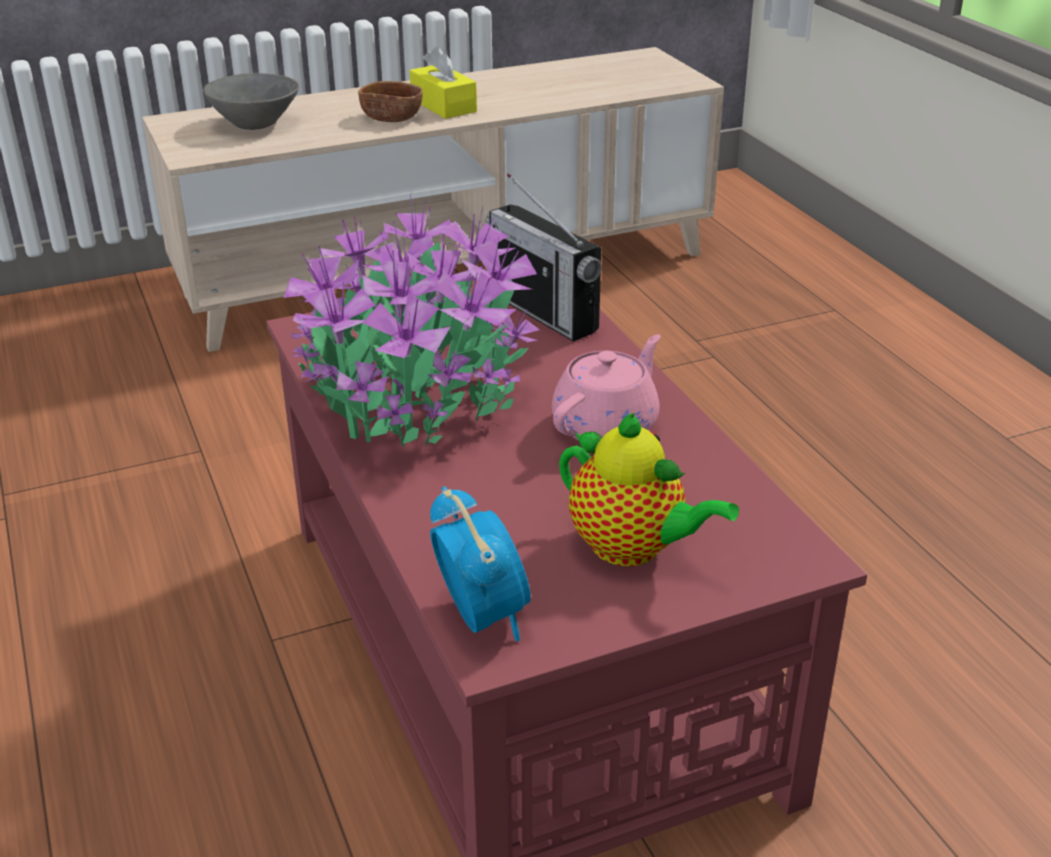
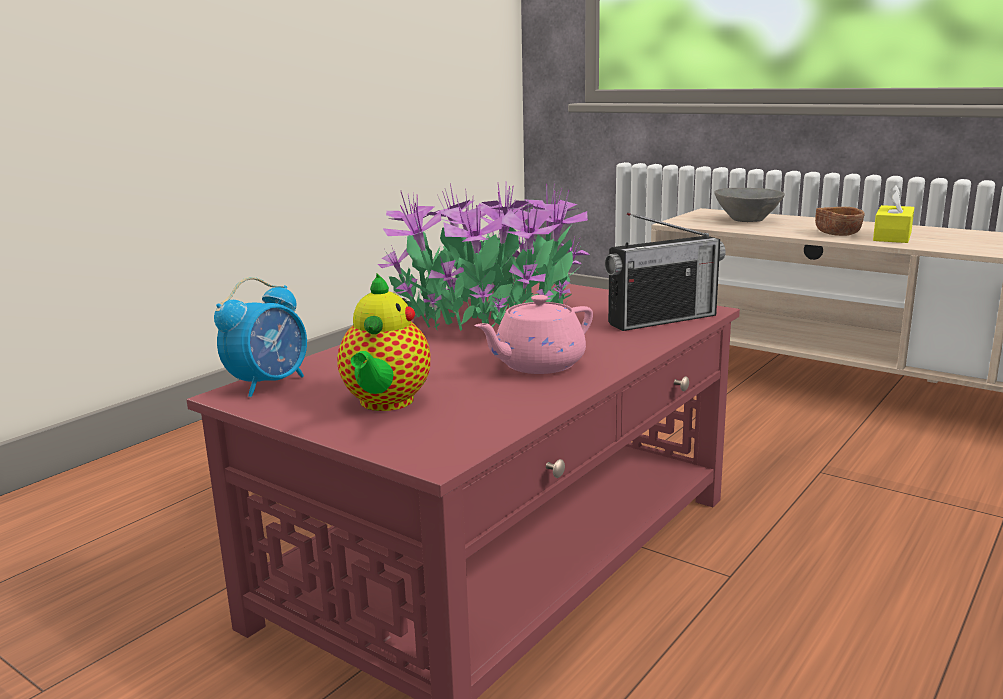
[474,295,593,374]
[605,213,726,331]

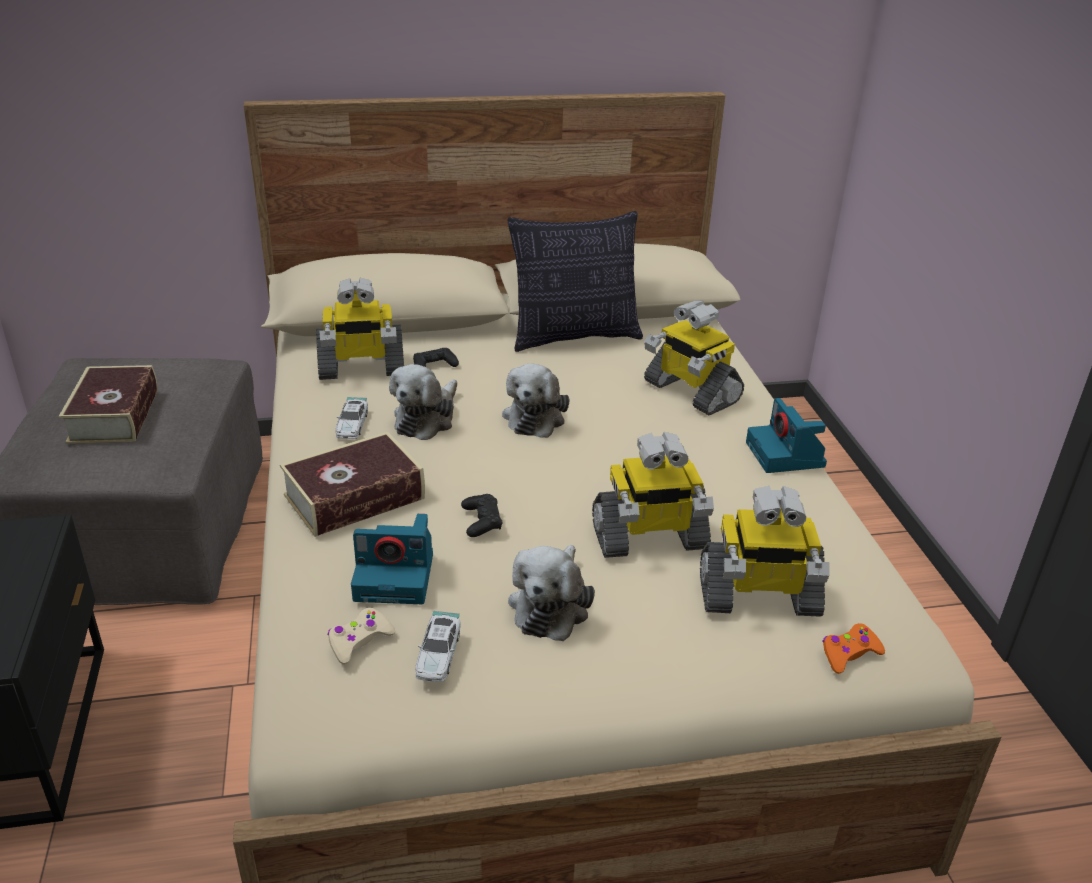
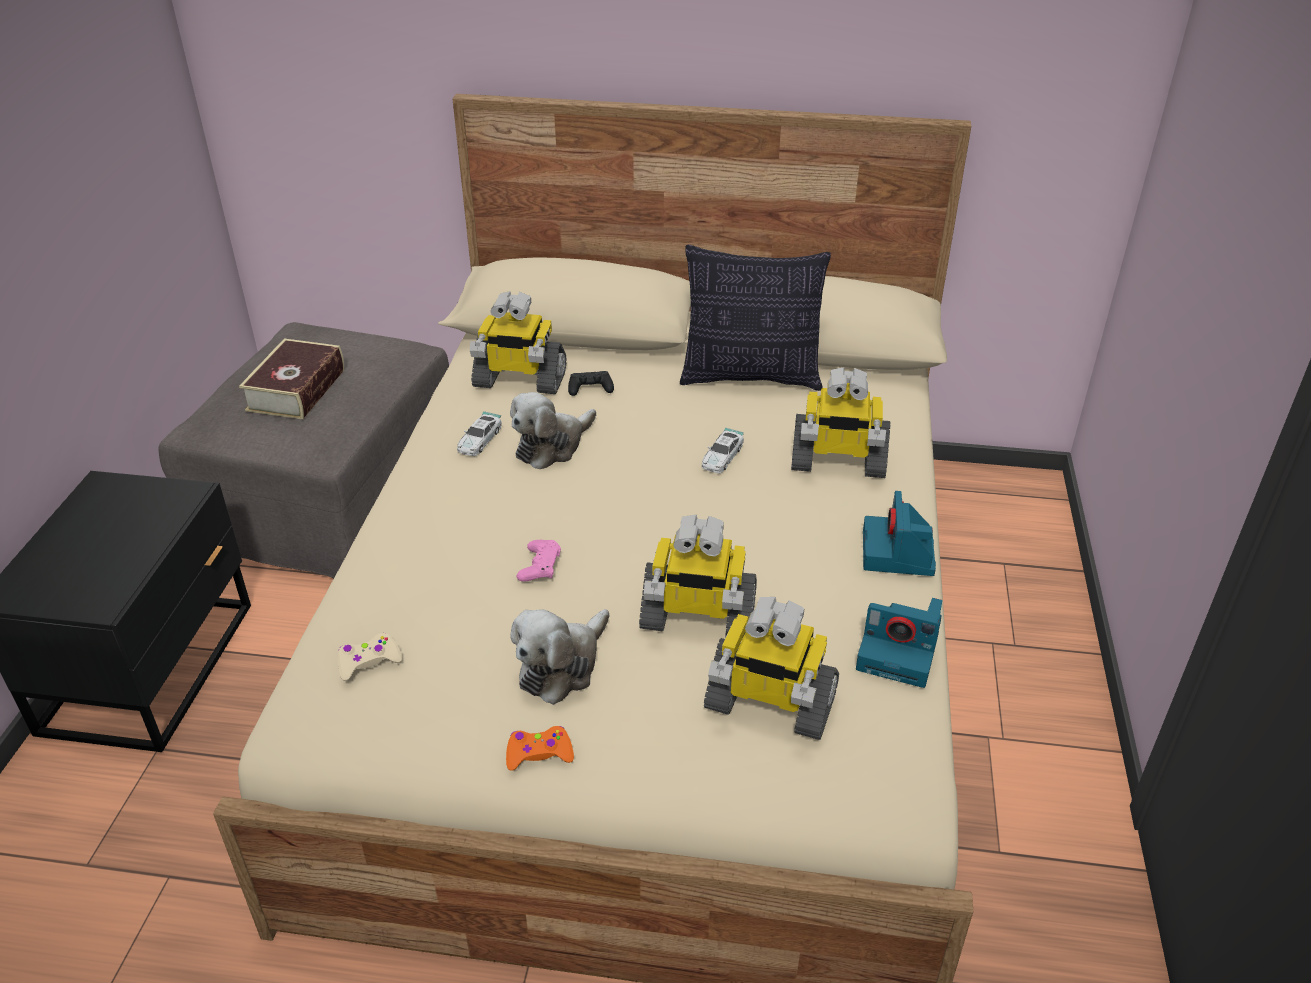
[506,726,574,771]
[517,540,561,582]
[702,428,744,473]
[791,367,891,478]
[856,598,942,688]
[280,432,425,537] (first image)
[502,363,570,438] (first image)

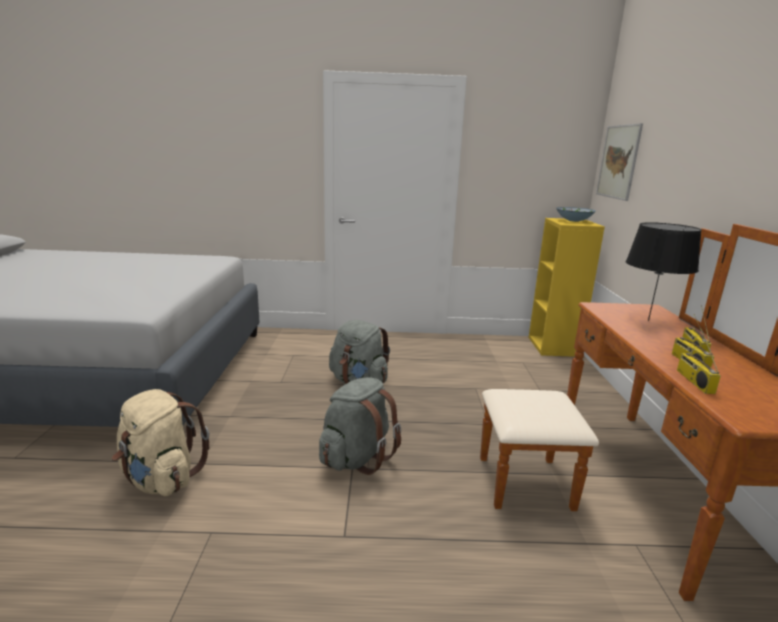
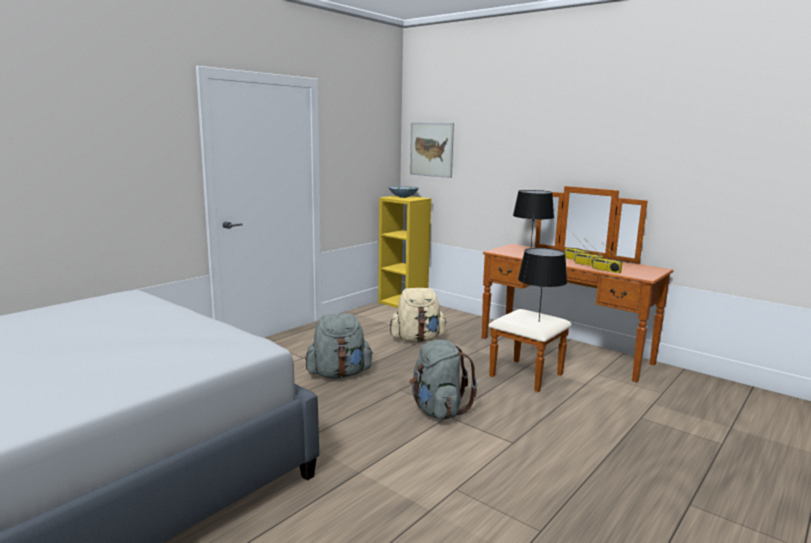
[390,288,447,343]
[518,248,567,320]

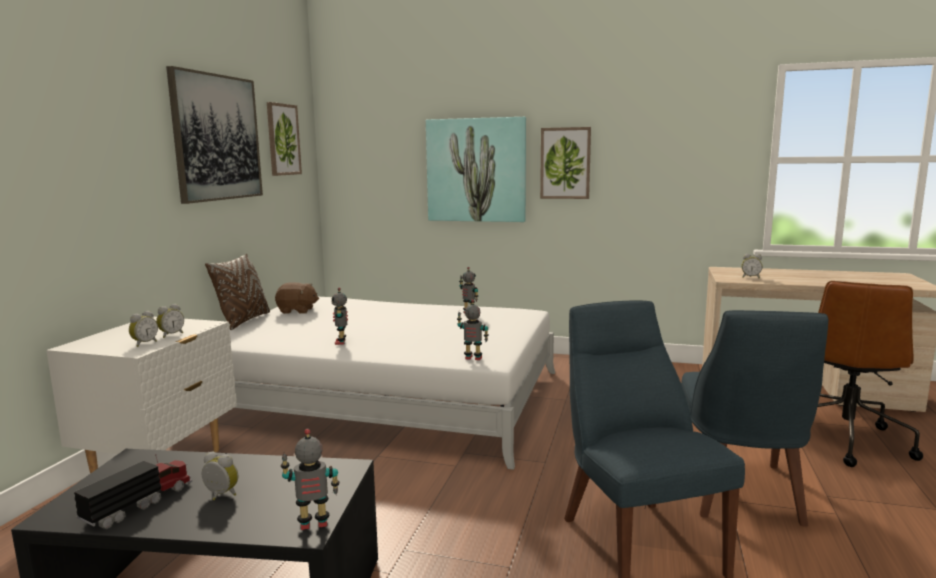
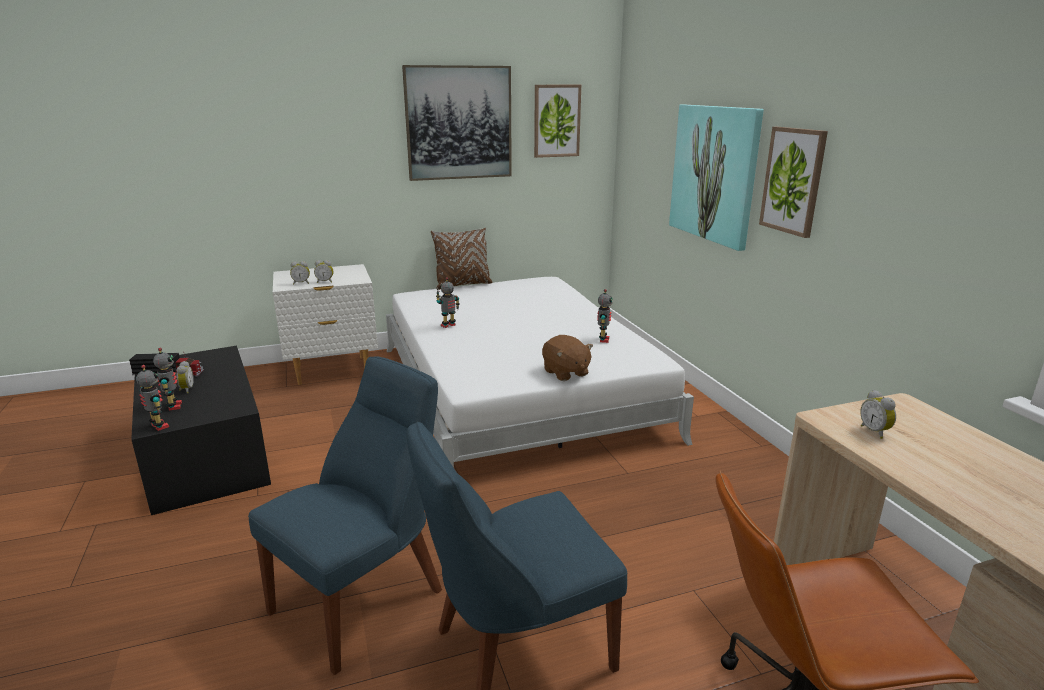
[153,348,182,411]
[542,335,593,381]

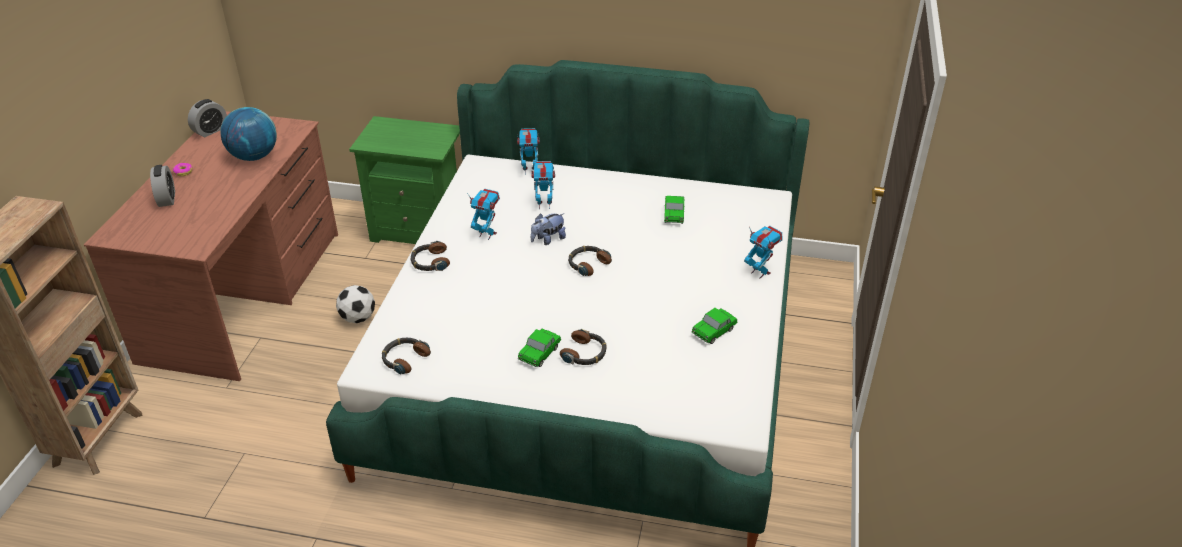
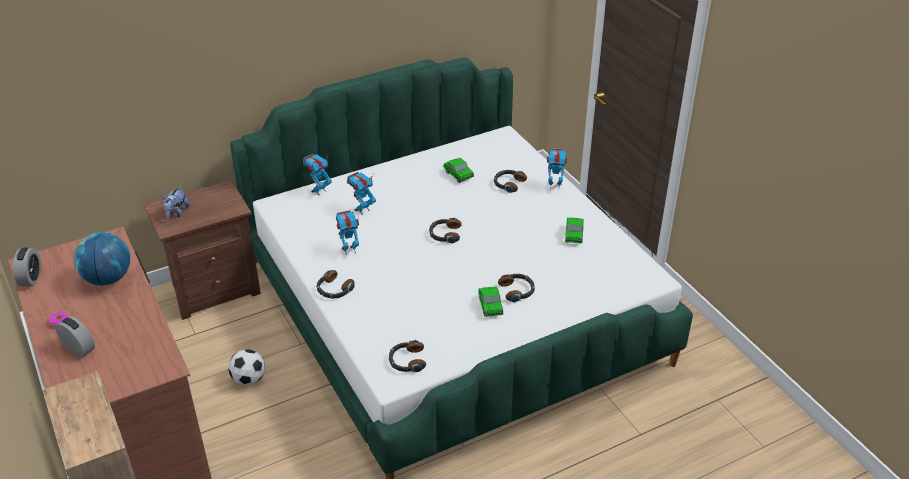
[144,180,261,320]
[163,186,190,219]
[494,170,527,193]

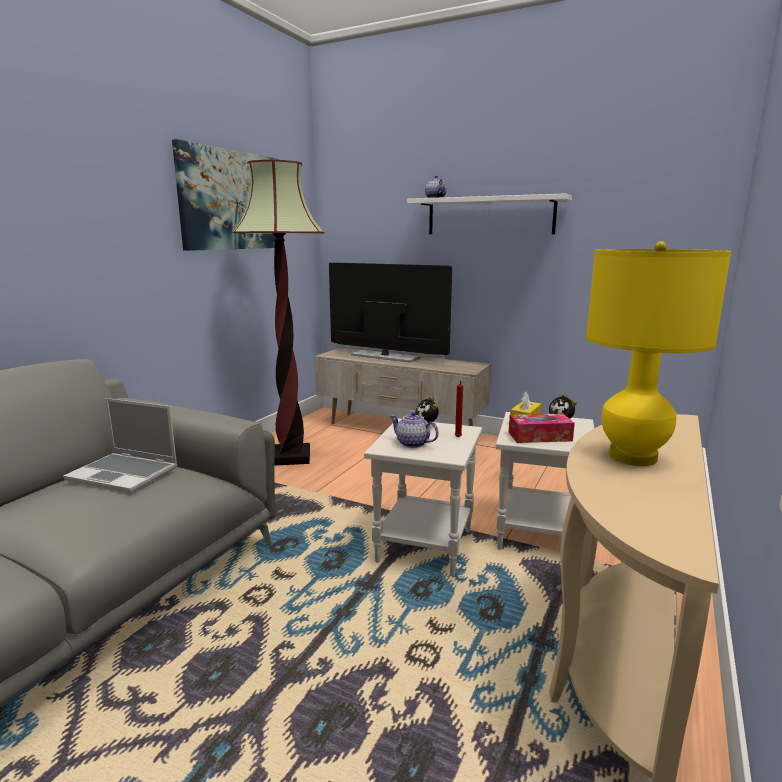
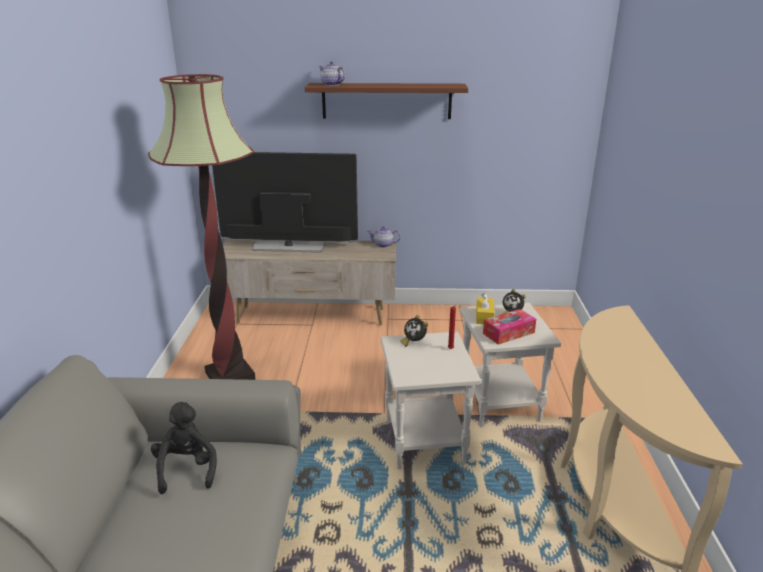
[151,402,217,494]
[305,83,468,119]
[367,226,401,248]
[172,139,278,251] (first image)
[586,241,731,466] (first image)

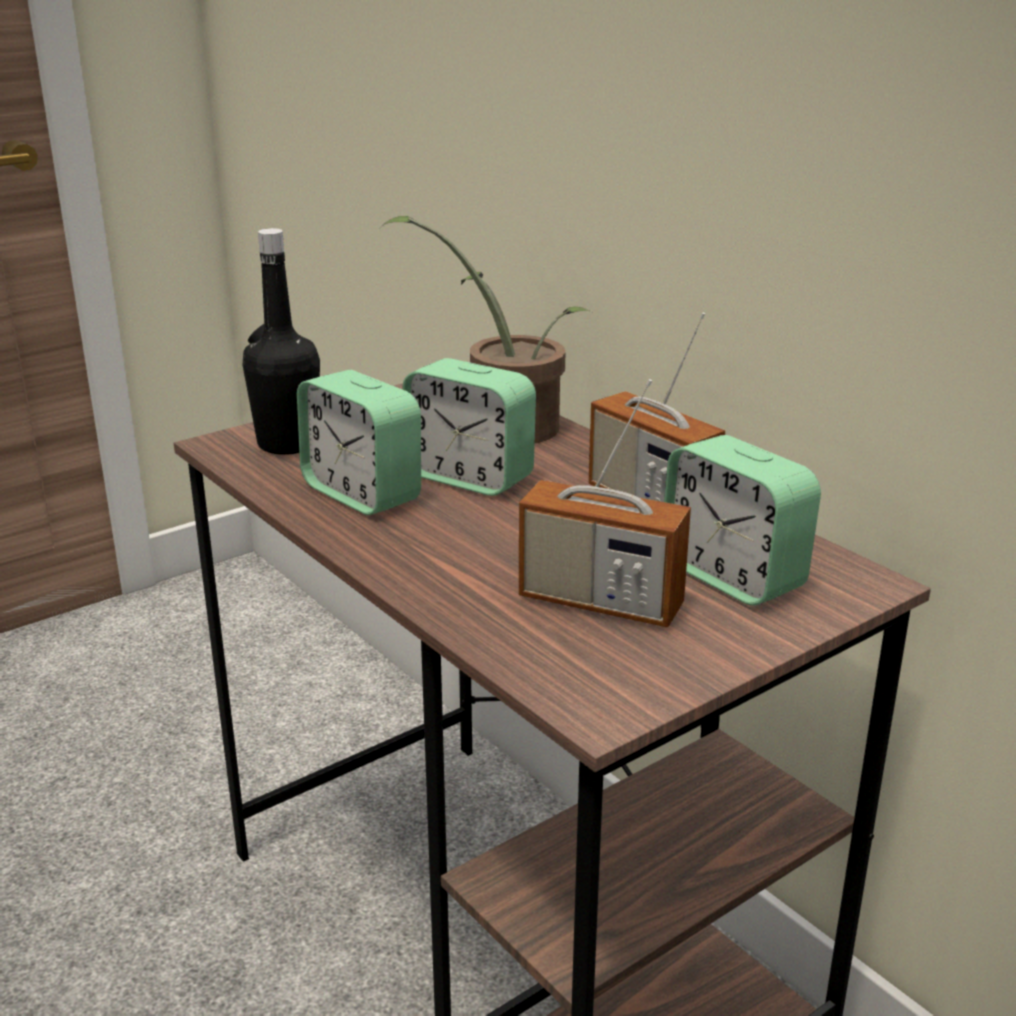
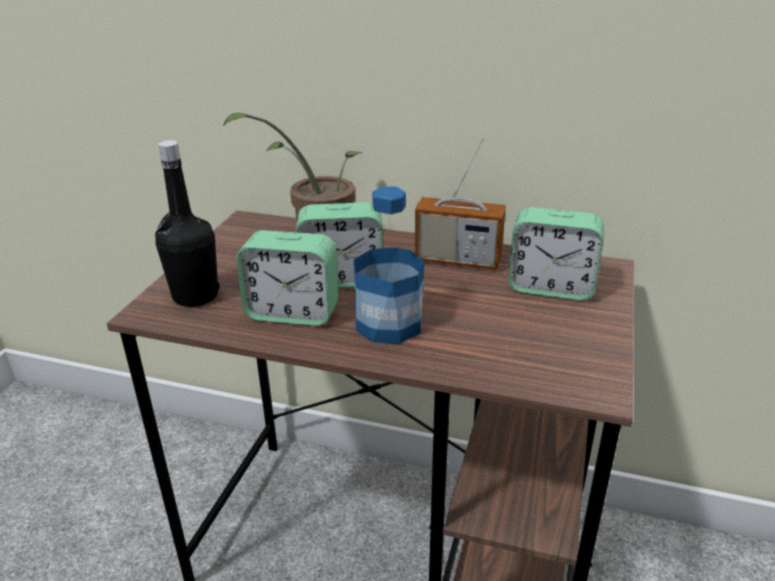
[354,186,424,343]
[519,379,691,627] (first image)

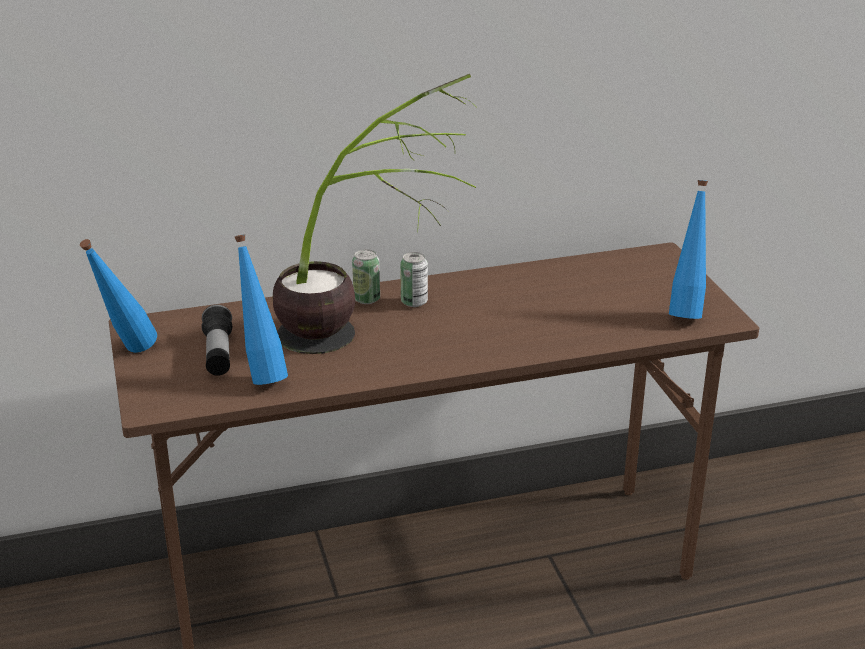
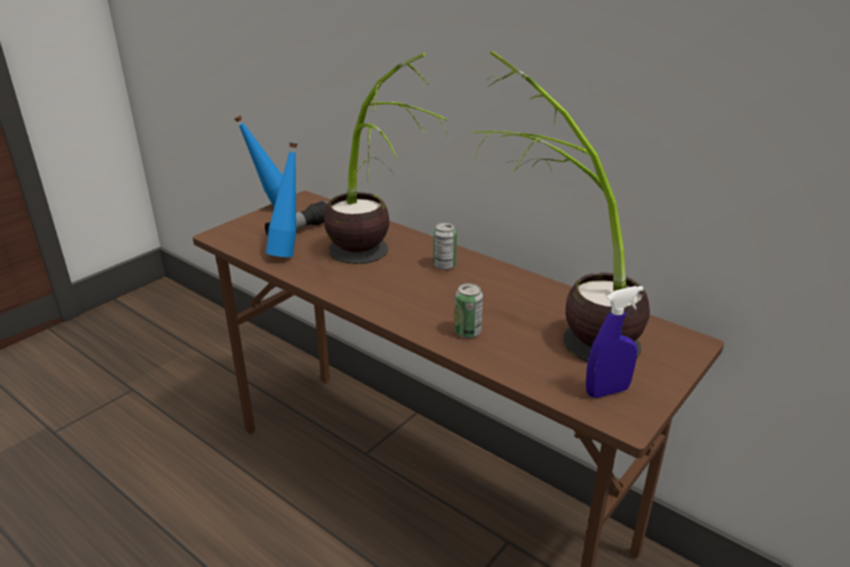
[454,283,483,338]
[472,51,650,362]
[586,286,644,398]

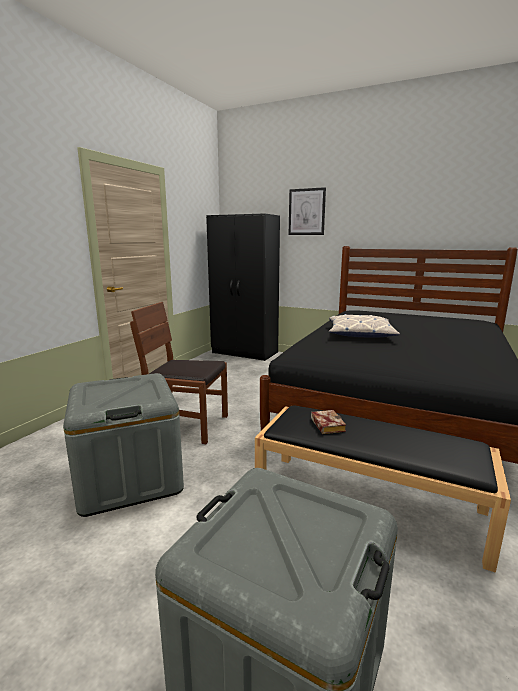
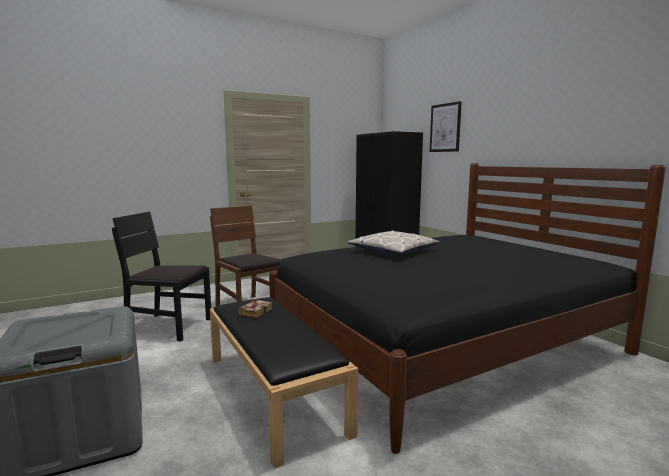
[112,211,211,341]

